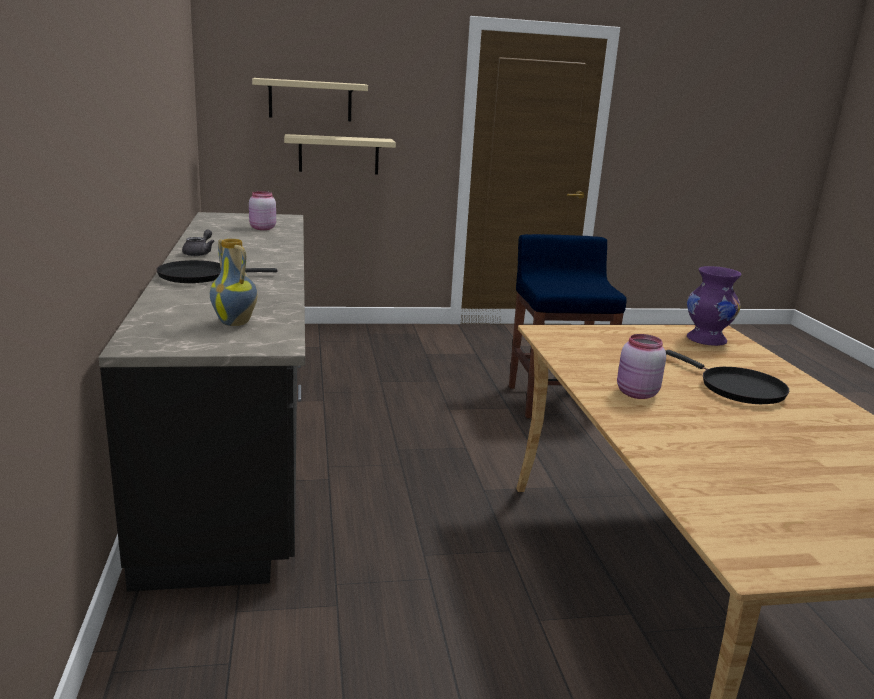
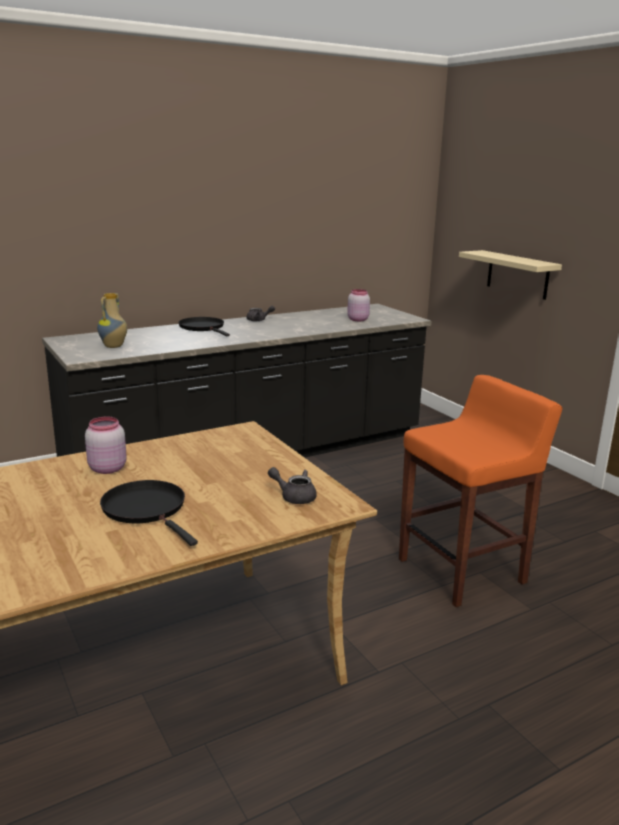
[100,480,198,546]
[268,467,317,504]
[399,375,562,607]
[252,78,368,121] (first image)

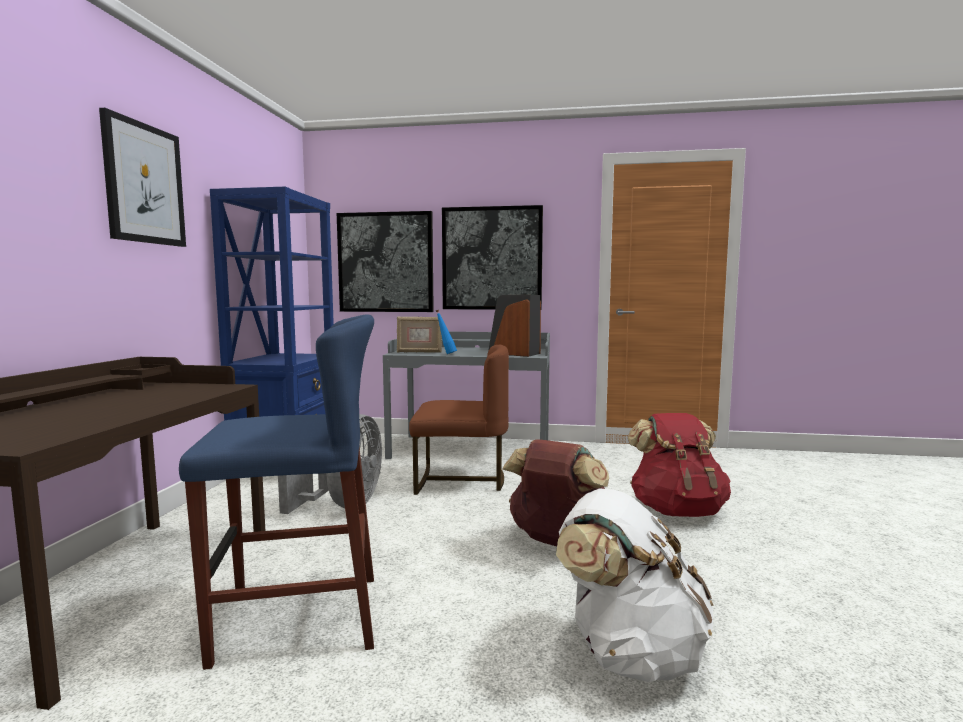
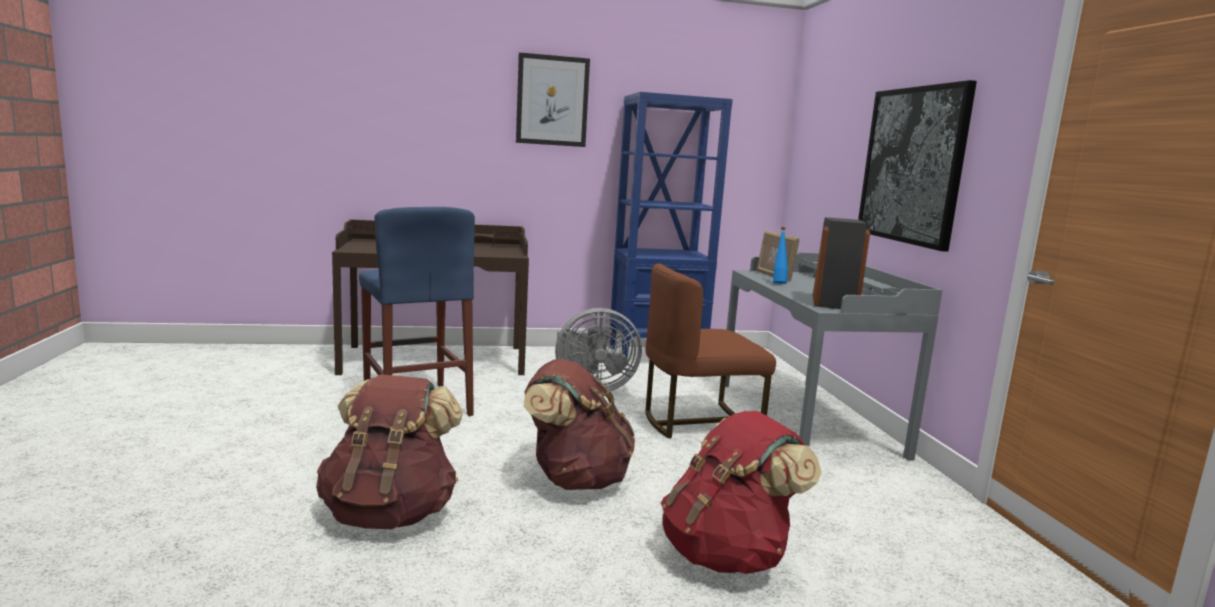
[316,374,463,529]
[646,264,776,438]
[337,211,434,312] (first image)

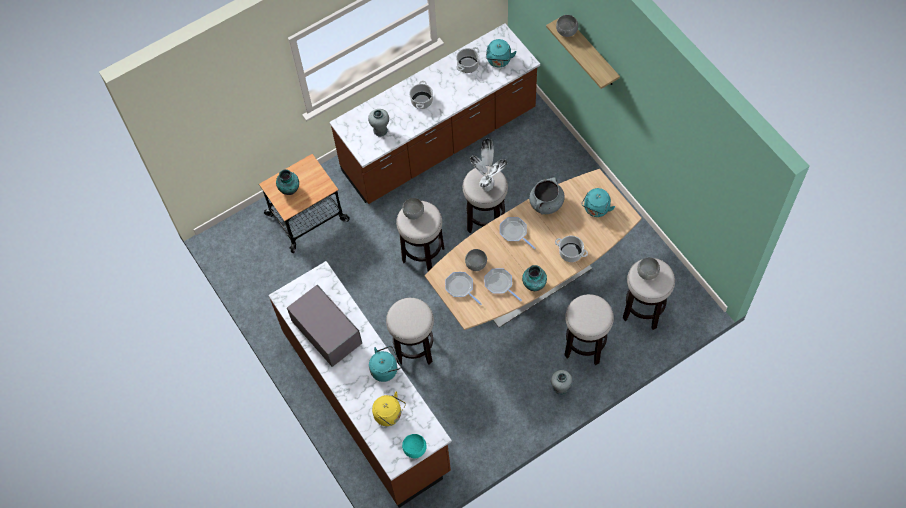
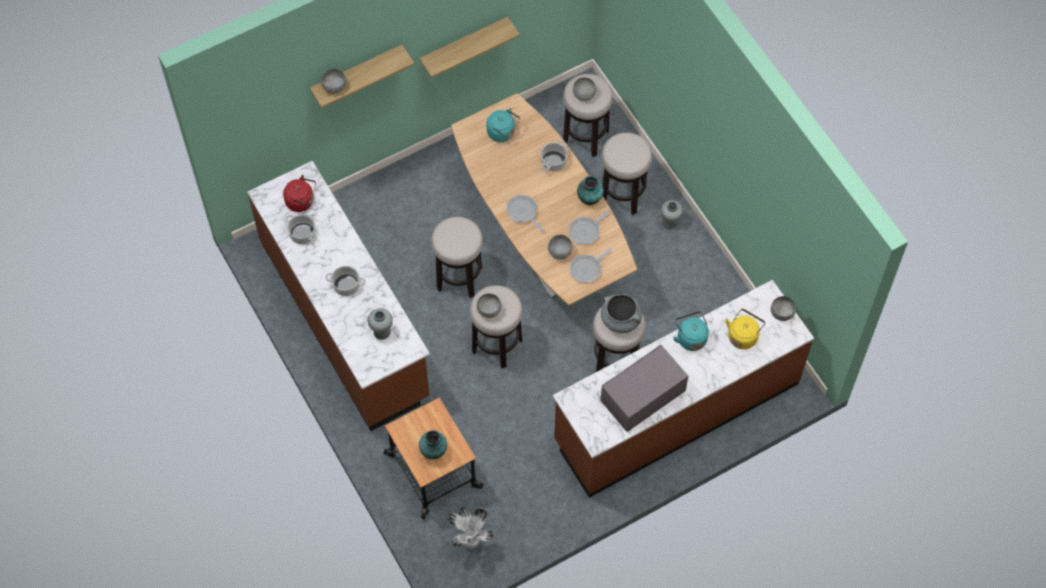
[283,175,316,212]
[419,17,520,78]
[448,507,493,549]
[506,195,544,232]
[601,294,642,333]
[771,296,796,321]

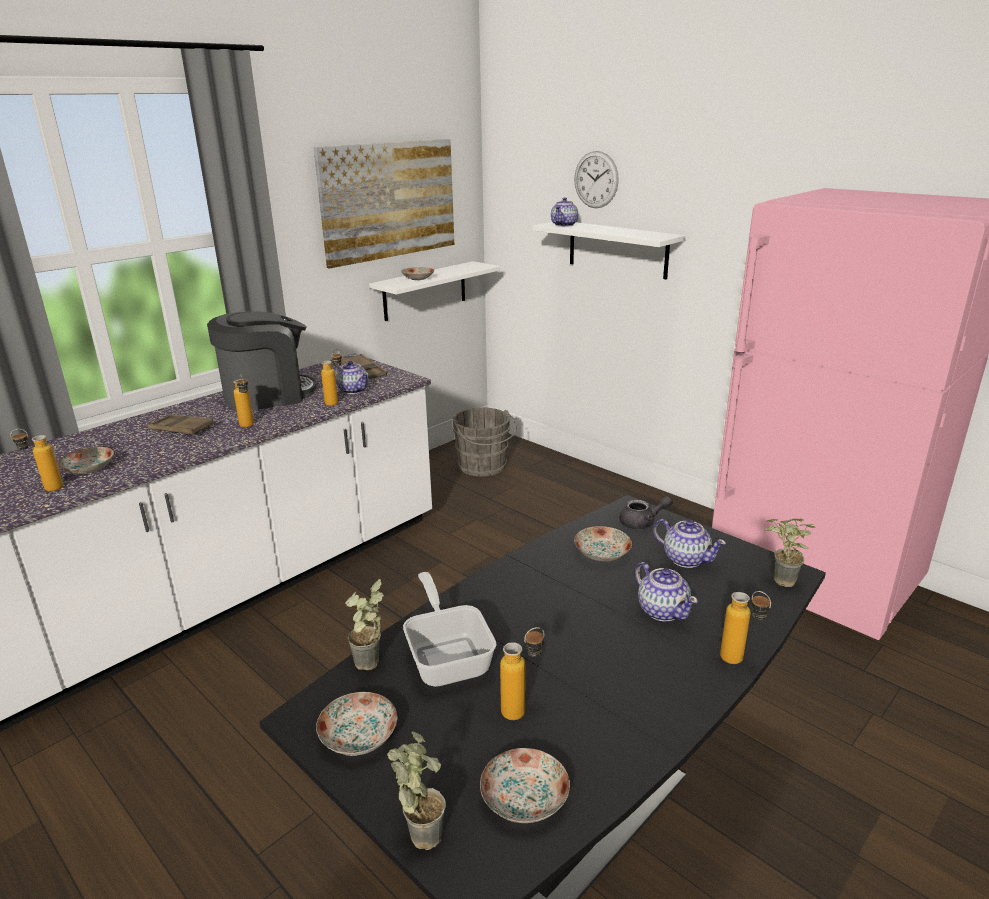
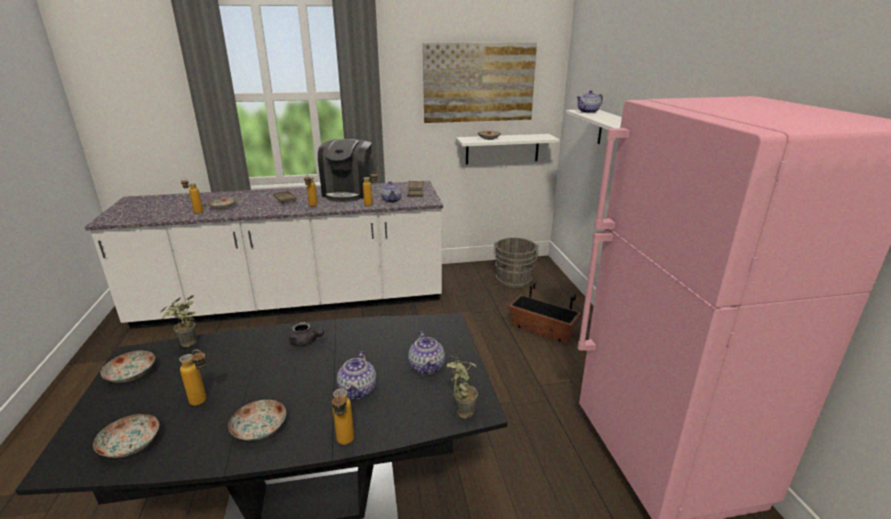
[228,400,286,441]
[289,322,324,346]
[318,139,372,202]
[509,282,581,343]
[387,731,446,850] (first image)
[403,572,497,687] (first image)
[574,151,619,208] (first image)

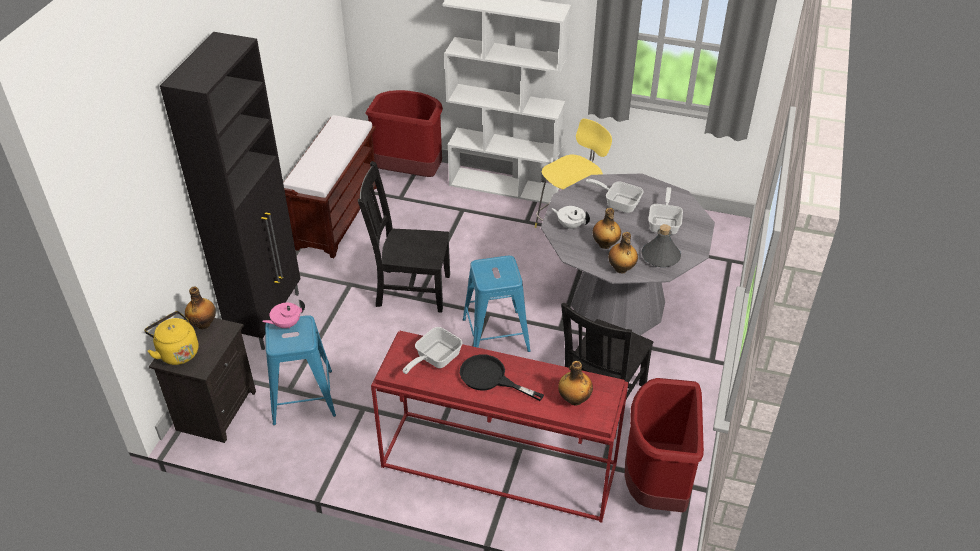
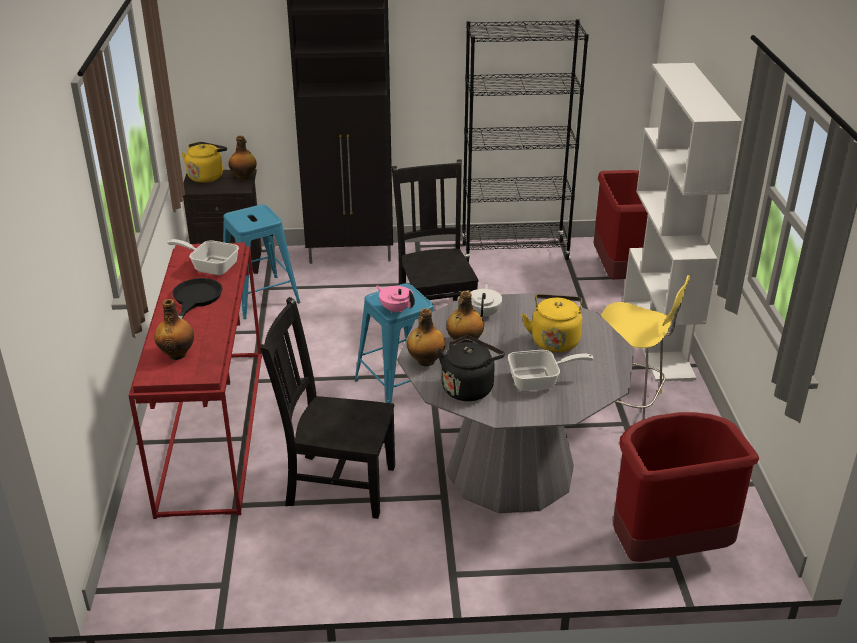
[376,285,415,313]
[438,335,505,401]
[461,19,589,263]
[522,294,582,352]
[613,412,759,562]

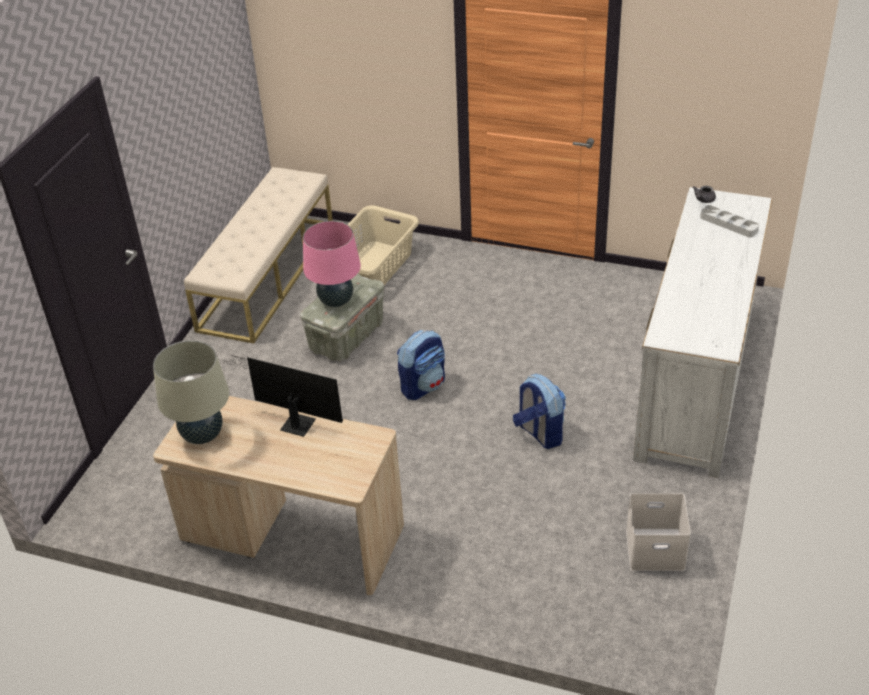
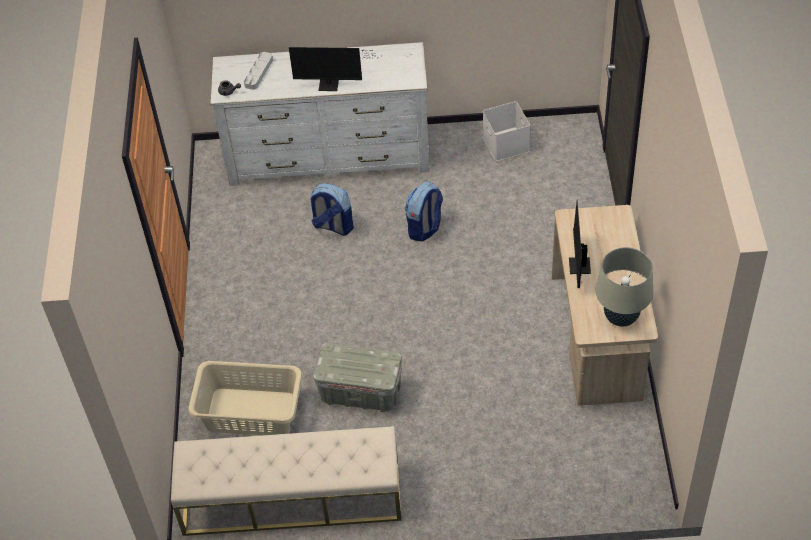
[289,47,381,91]
[310,183,354,236]
[303,221,361,307] (first image)

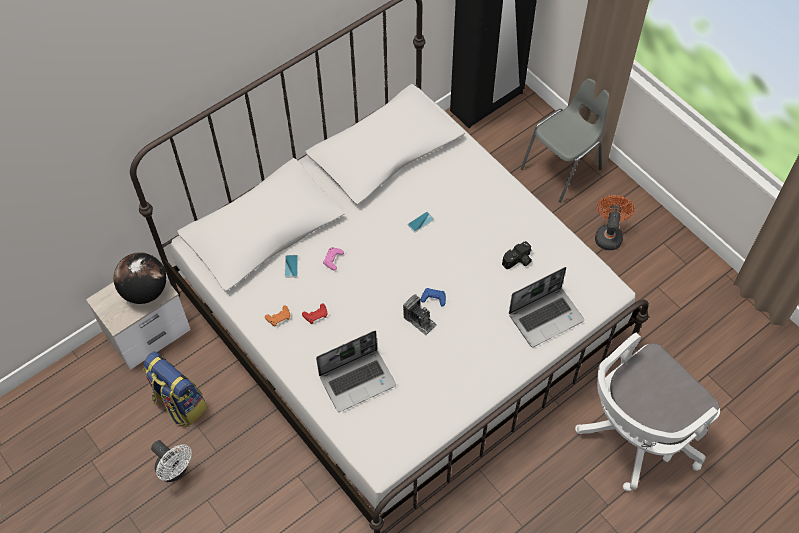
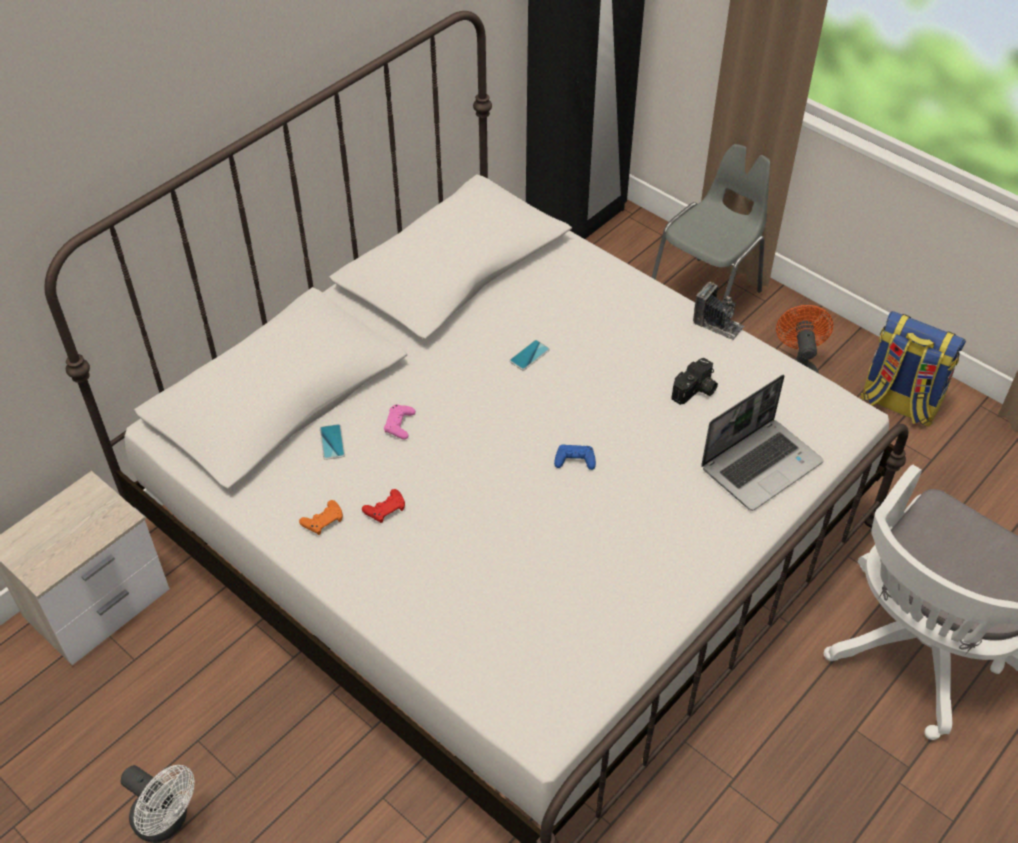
[693,282,744,341]
[861,311,966,427]
[113,252,166,304] (first image)
[316,330,396,412] (first image)

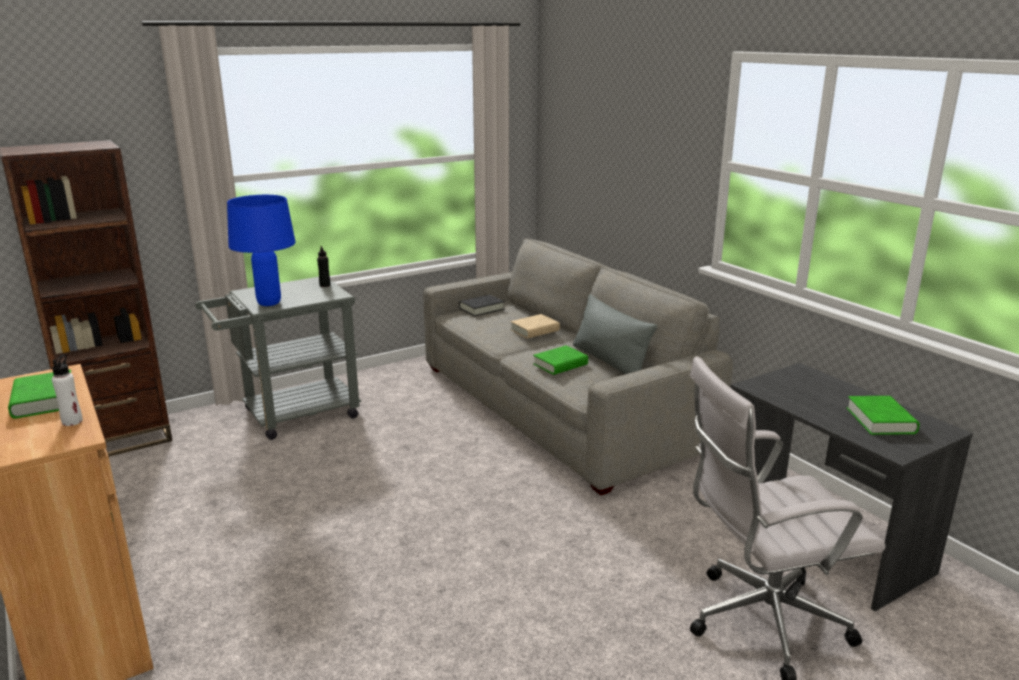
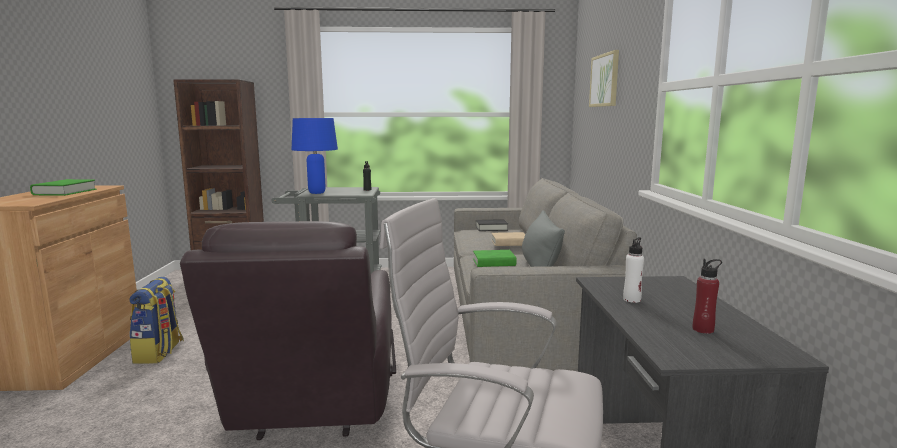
[130,277,184,364]
[180,221,396,440]
[589,50,619,107]
[623,237,644,303]
[693,259,722,334]

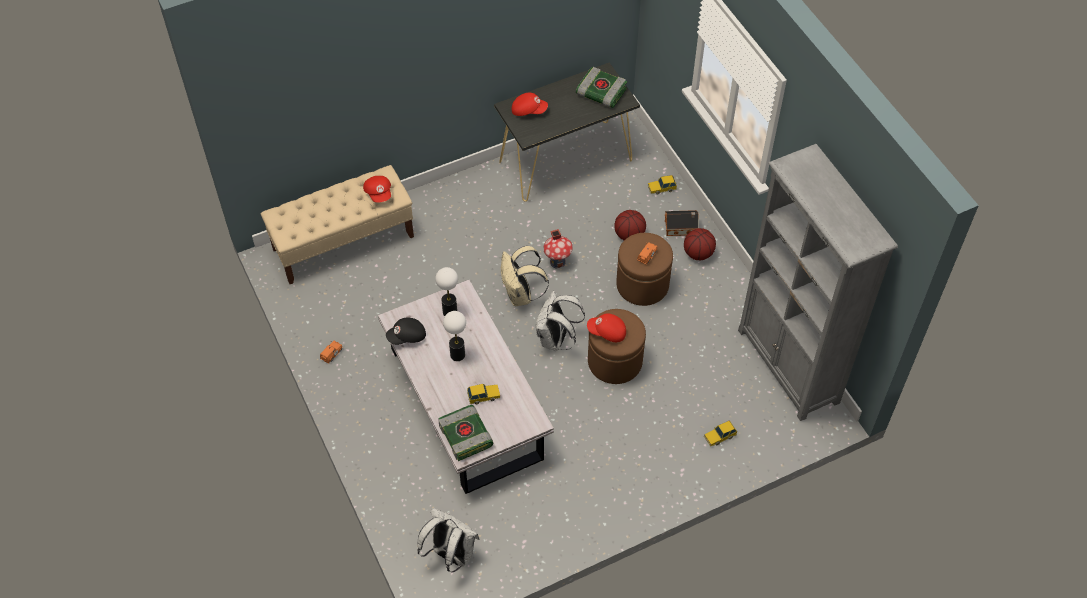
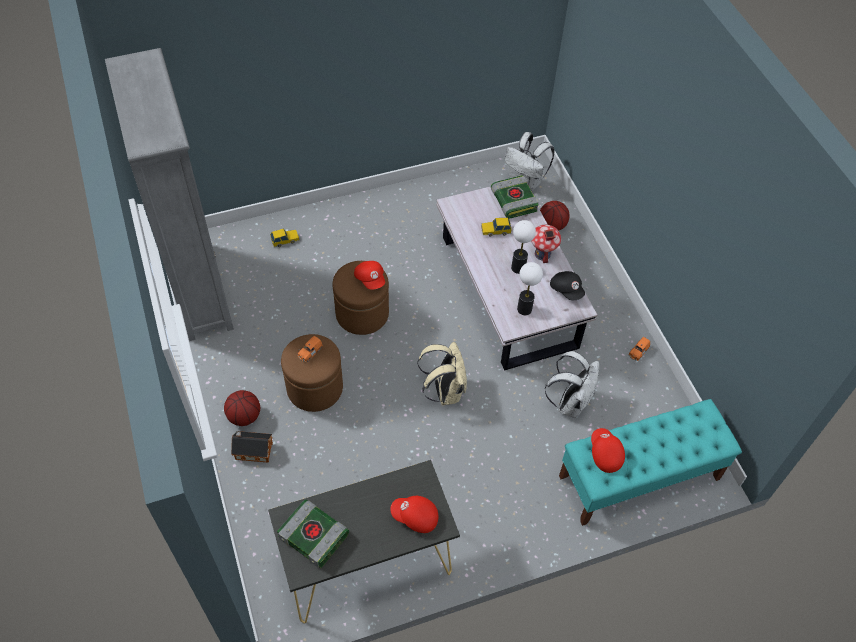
[354,261,385,289]
[531,225,561,263]
[540,201,570,231]
[545,351,599,418]
[550,271,585,300]
[559,399,742,526]
[648,175,677,195] (first image)

